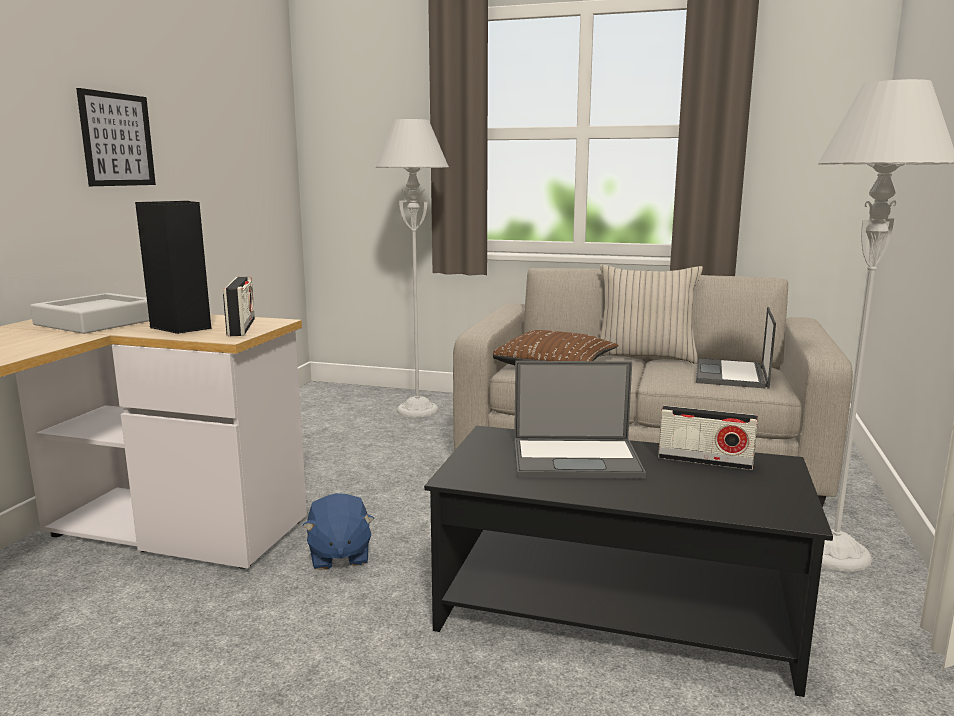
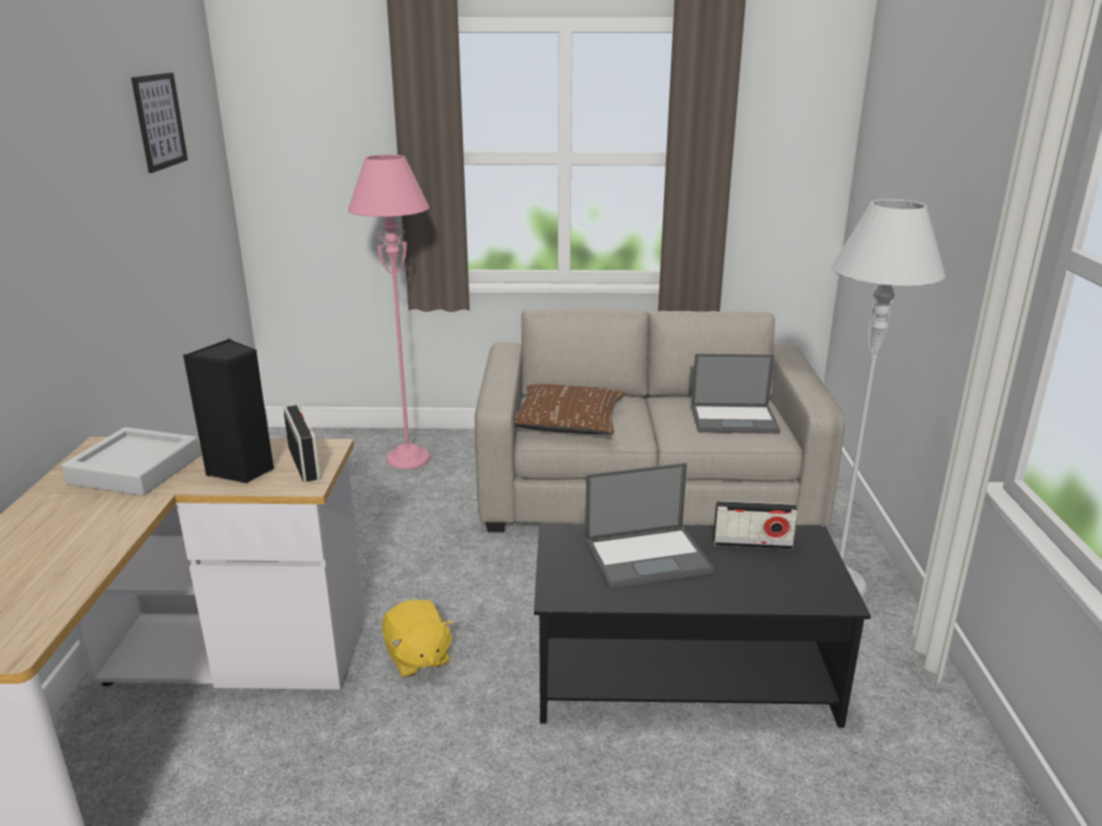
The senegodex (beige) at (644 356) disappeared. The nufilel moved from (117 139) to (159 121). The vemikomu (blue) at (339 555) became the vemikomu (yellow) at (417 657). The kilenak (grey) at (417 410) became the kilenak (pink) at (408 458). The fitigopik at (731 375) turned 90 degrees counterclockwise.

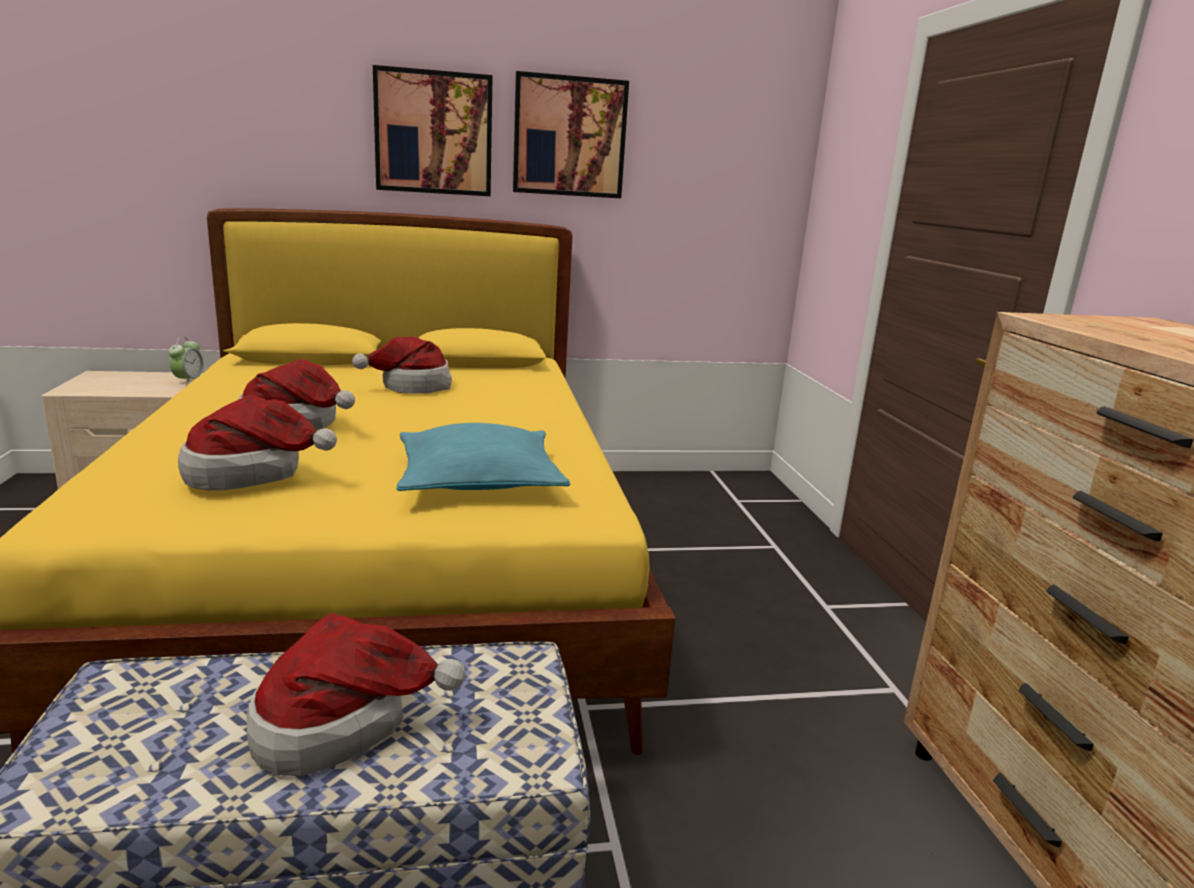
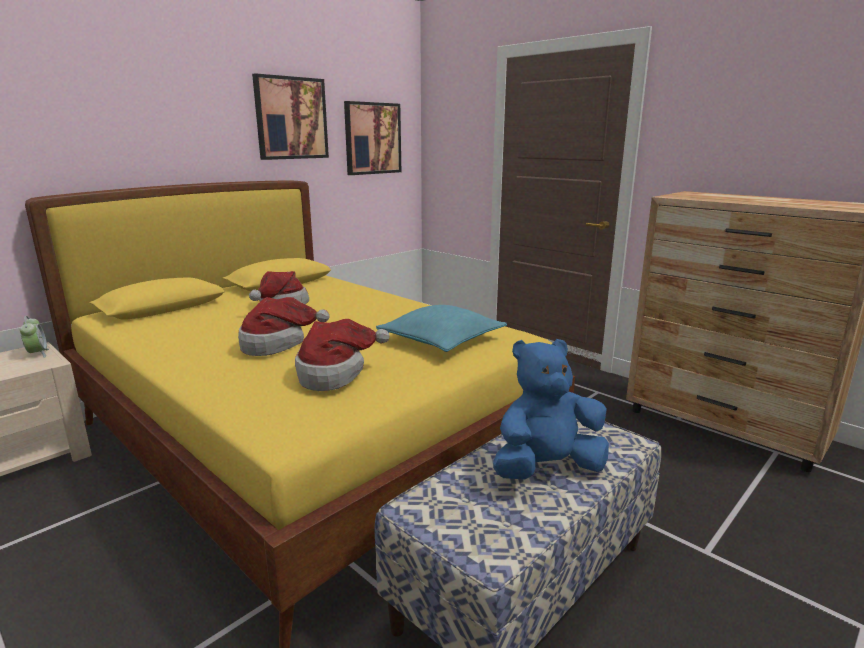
The nufilel moved from (434 133) to (372 138). The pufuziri at (342 725) was replaced by the vemikomu (blue) at (546 468).

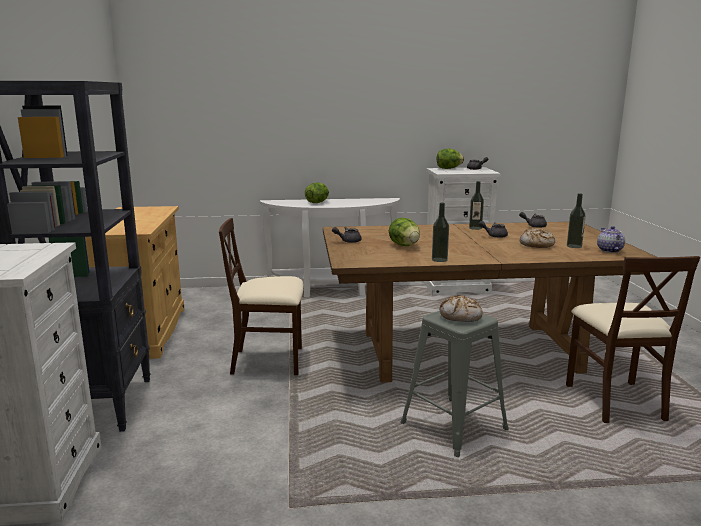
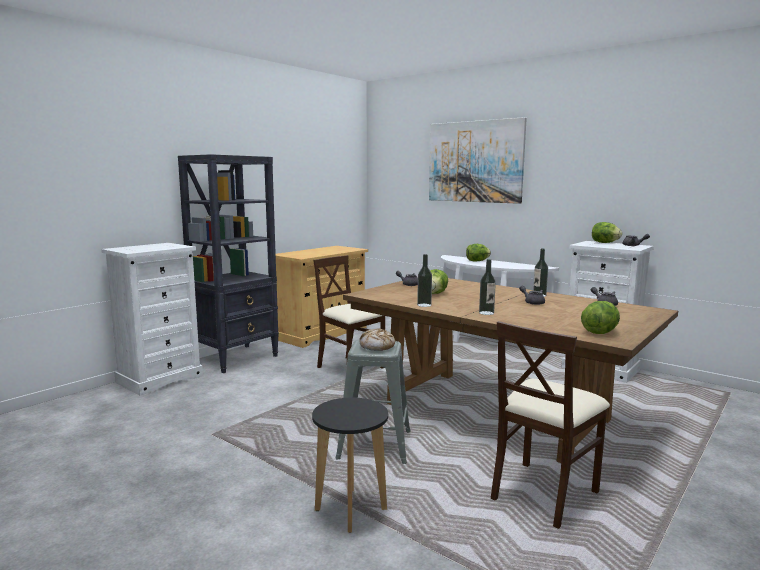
The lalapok at (536 245) disappeared. The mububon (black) at (350 510) appeared. The nufilel at (475 162) appeared. The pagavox moved from (574 246) to (486 313). The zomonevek at (608 250) was replaced by the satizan at (599 332).

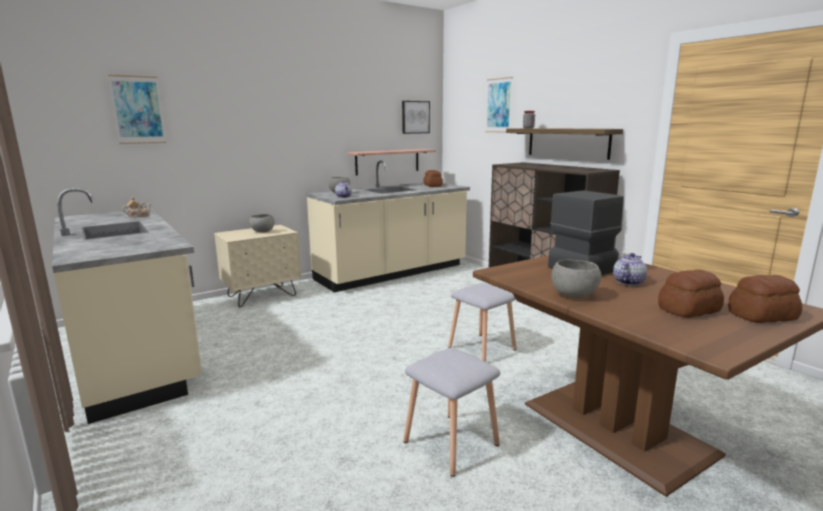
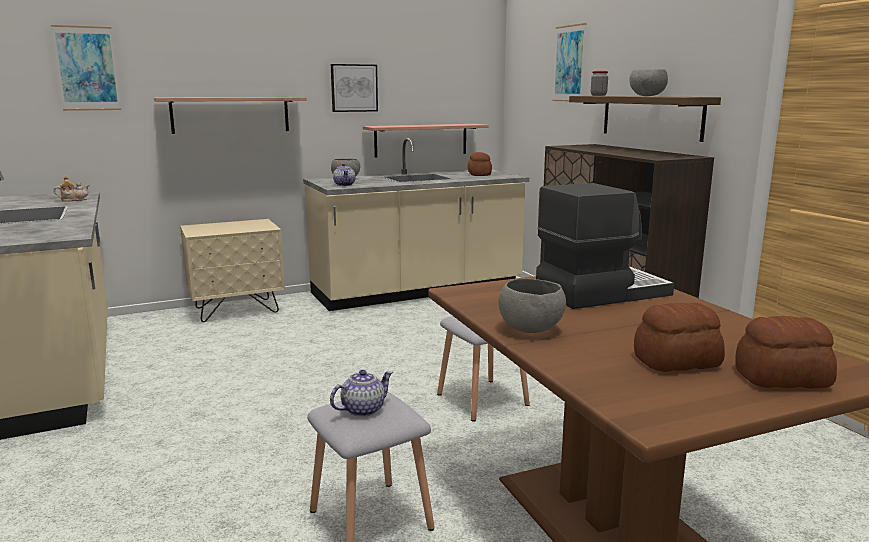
The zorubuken at (230 114) appeared. The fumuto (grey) moved from (263 232) to (647 96). The nufilel moved from (415 117) to (354 88). The zomonevek moved from (628 282) to (363 409).

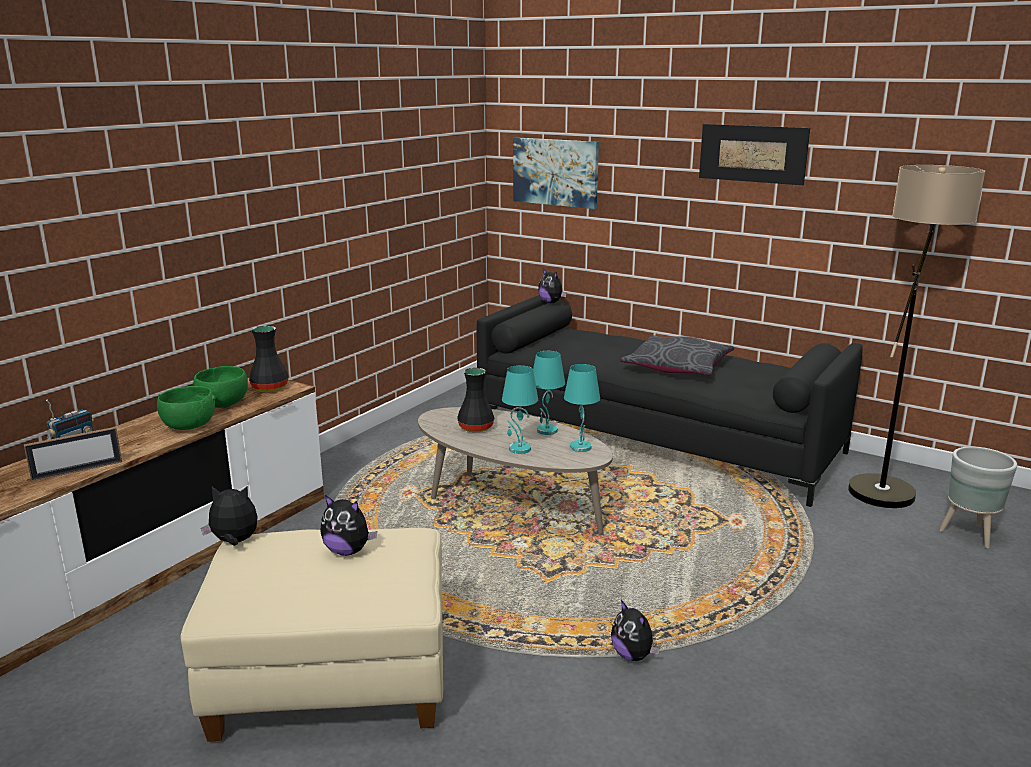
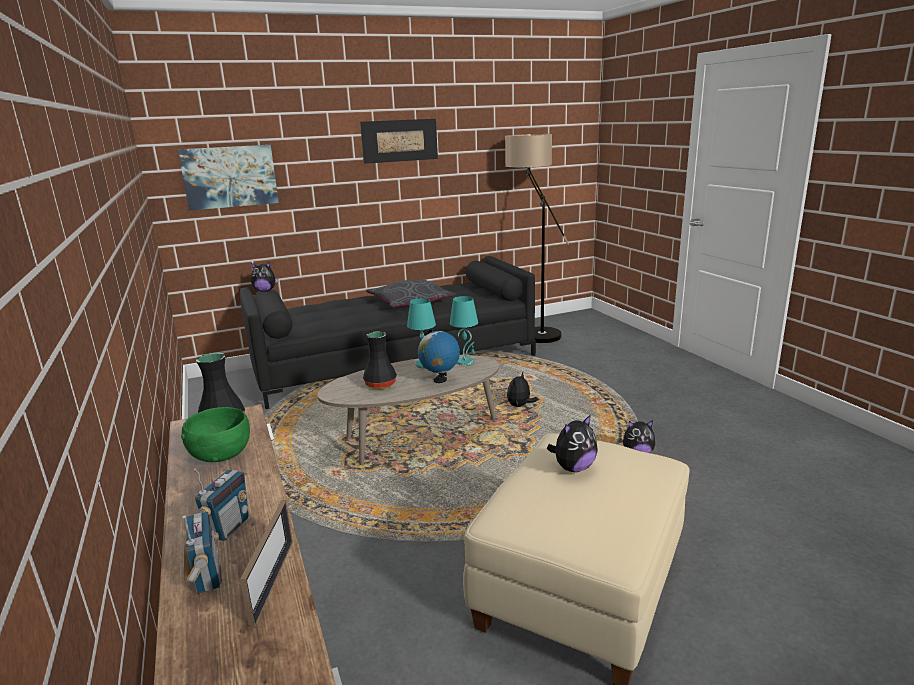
The fumuto (green) at (189 426) disappeared. The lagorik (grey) at (969 535) disappeared. The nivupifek at (228 528) appeared. The vemikomu moved from (234 542) to (520 406). The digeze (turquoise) at (519 449) was replaced by the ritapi at (440 380).

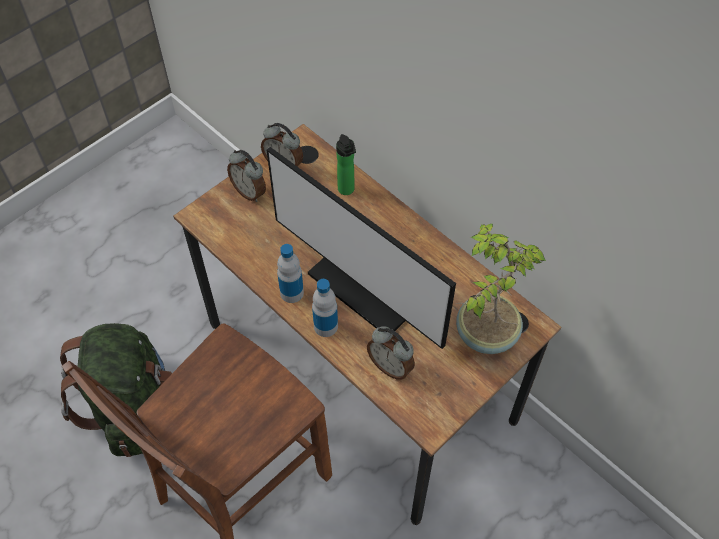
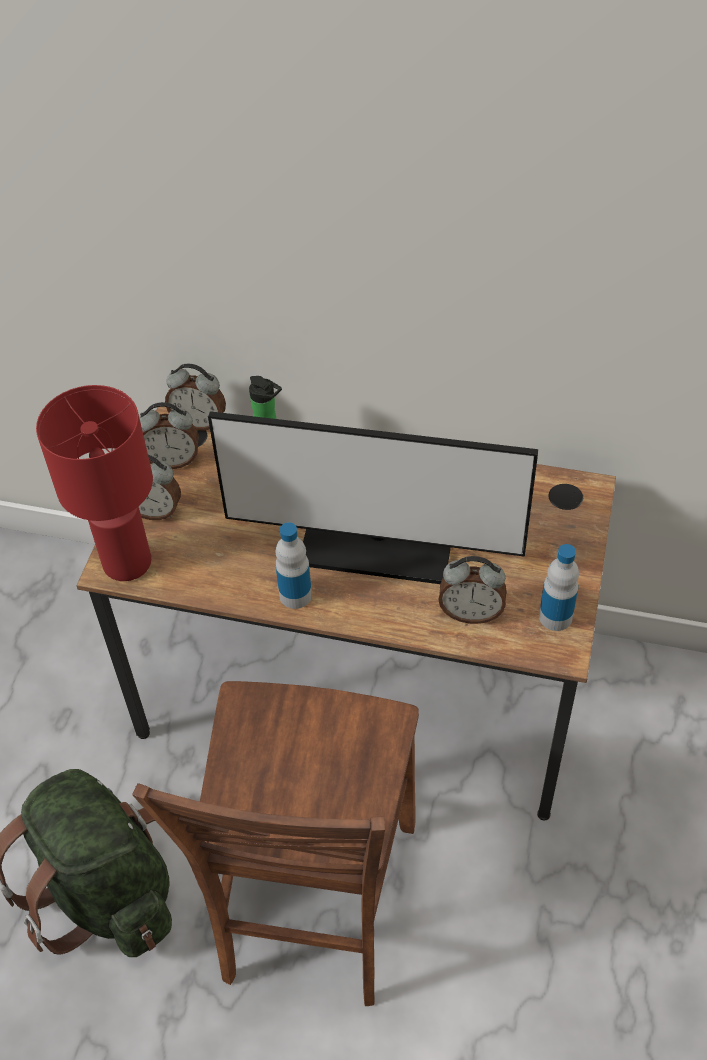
The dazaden at (484 333) disappeared. The digeze (red) at (126 564) appeared. The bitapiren at (199 422) appeared. The pagavox moved from (325 326) to (555 617).

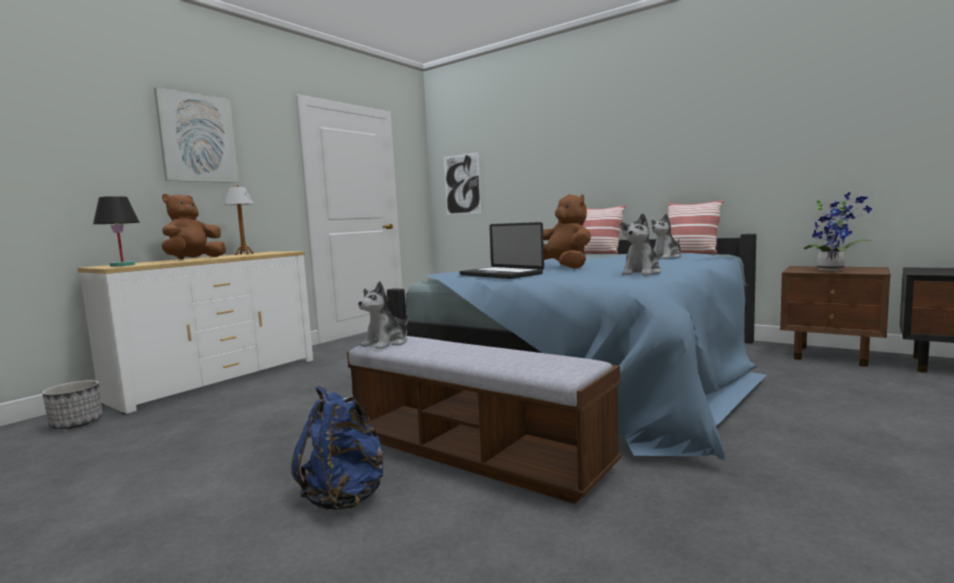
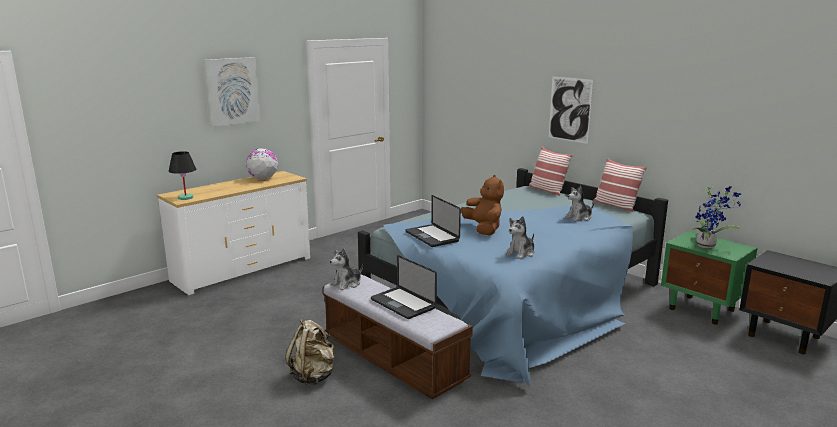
The lagorik at (76 423) disappeared. The vemikomu (brown) at (193 259) disappeared. The fitigopik at (402 304) appeared. The nufilel moved from (462 184) to (570 109). The digeze at (244 254) was replaced by the ritapi at (263 178). The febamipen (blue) at (346 497) became the febamipen (beige) at (313 376). The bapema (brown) at (832 356) became the bapema (green) at (702 310).

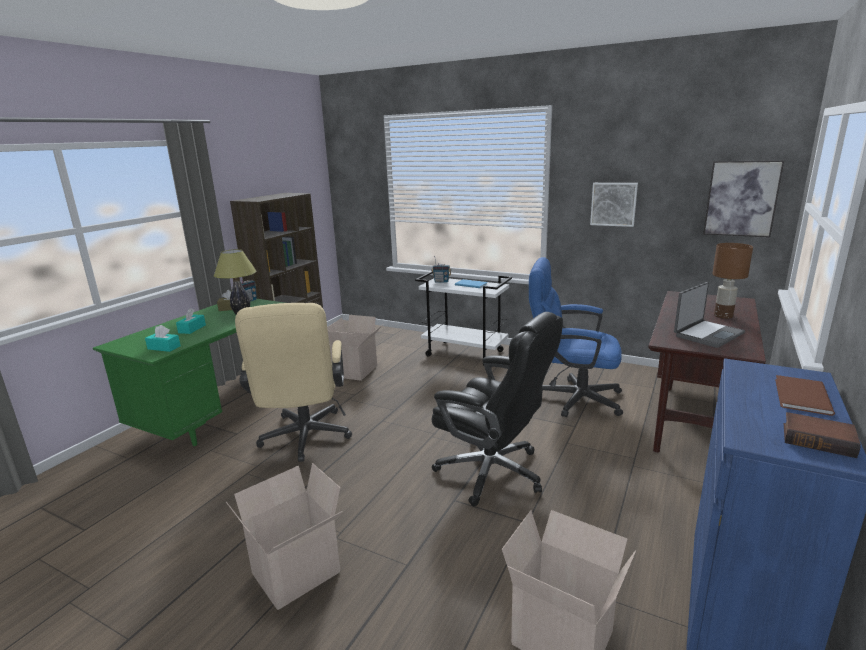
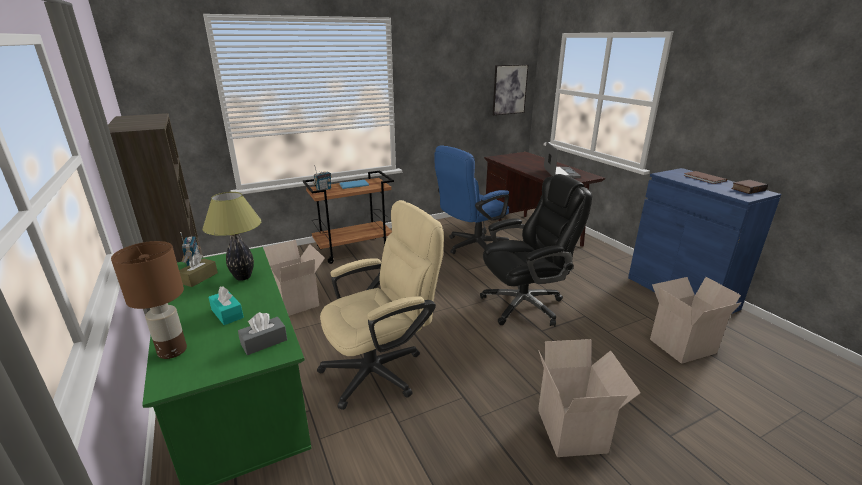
The nufilel at (613 204) disappeared. The digeze (brown) moved from (723 316) to (173 351). The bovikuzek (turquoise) at (164 347) became the bovikuzek (grey) at (264 342). The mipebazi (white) at (465 353) became the mipebazi (brown) at (354 249). The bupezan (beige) at (304 440) turned 60 degrees counterclockwise.

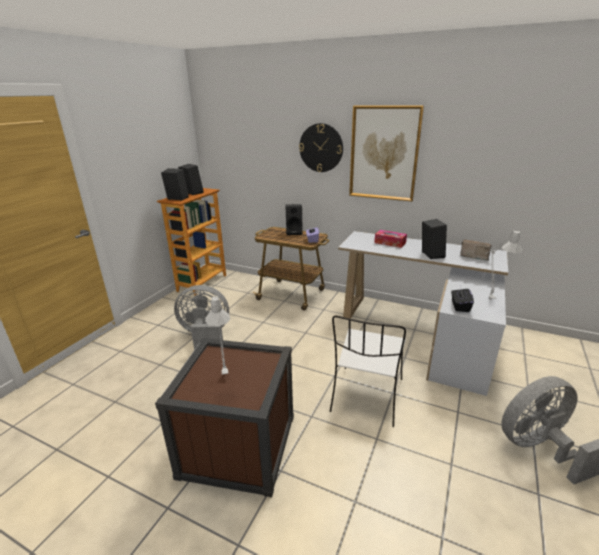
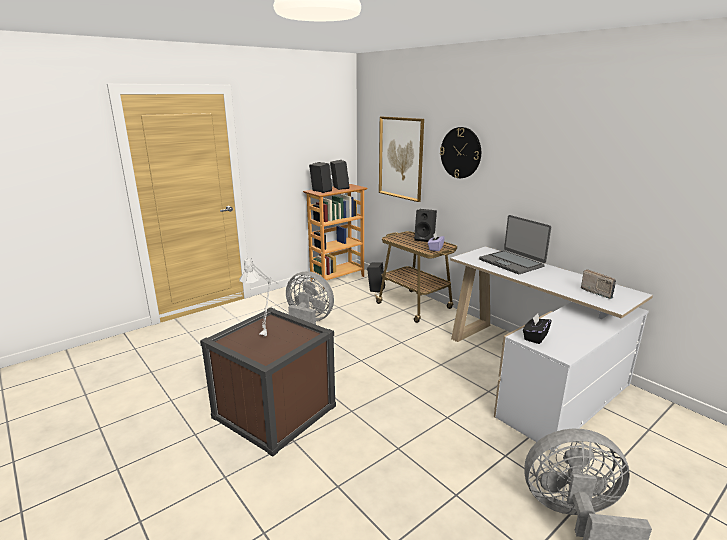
The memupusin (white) at (367 397) disappeared. The digeze (grey) at (488 298) disappeared. The nufilel moved from (384 153) to (401 158). The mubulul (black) moved from (430 255) to (375 289). The bovikuzek at (390 243) was replaced by the fitigopik at (511 263).

